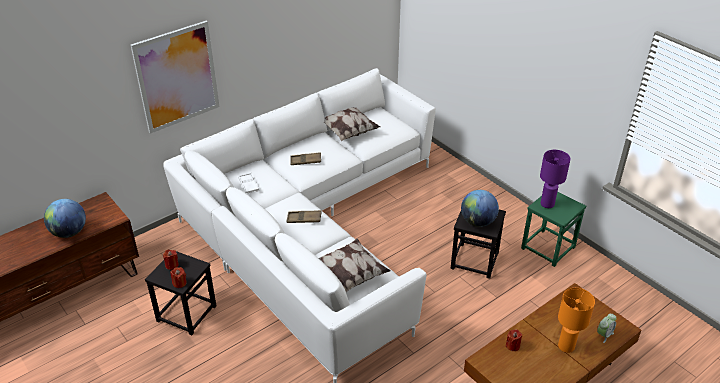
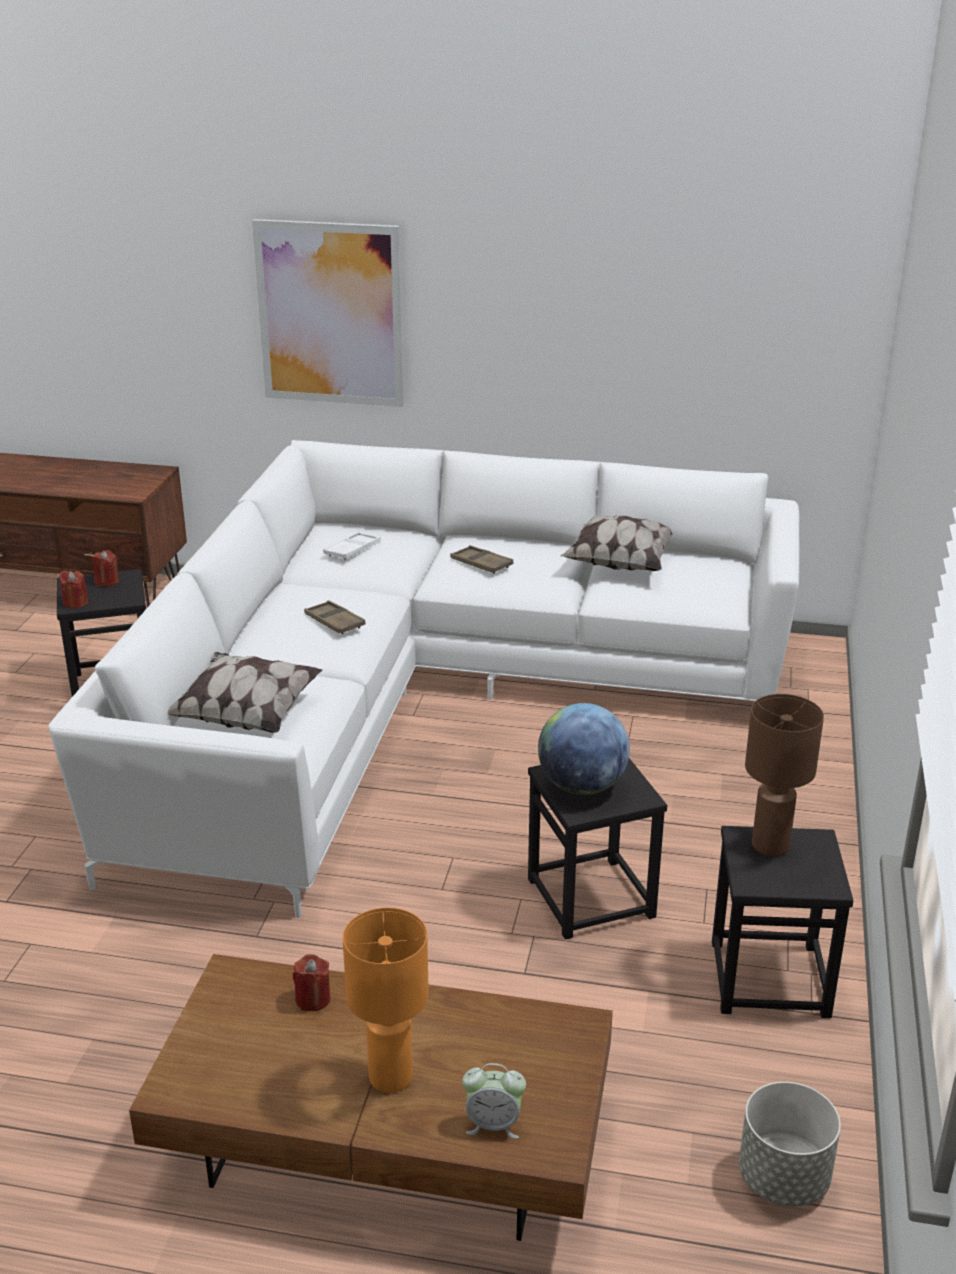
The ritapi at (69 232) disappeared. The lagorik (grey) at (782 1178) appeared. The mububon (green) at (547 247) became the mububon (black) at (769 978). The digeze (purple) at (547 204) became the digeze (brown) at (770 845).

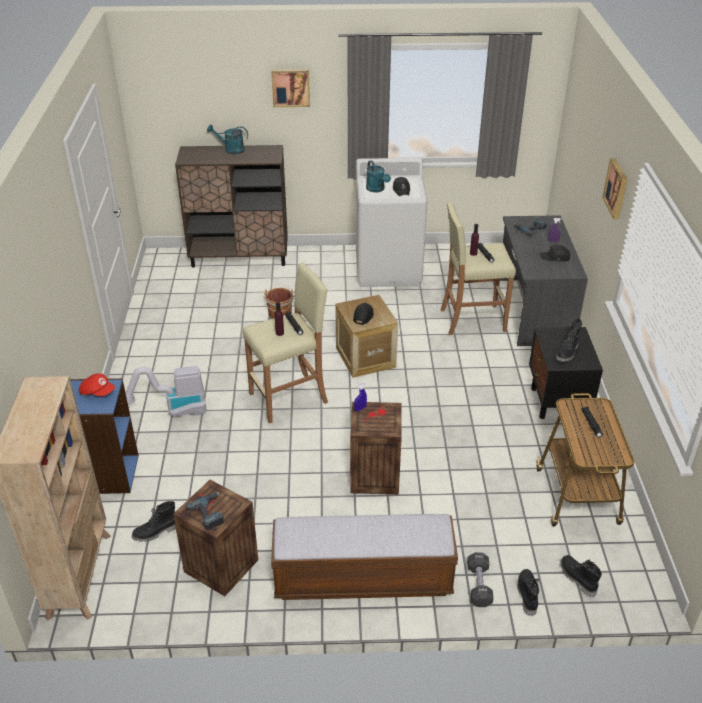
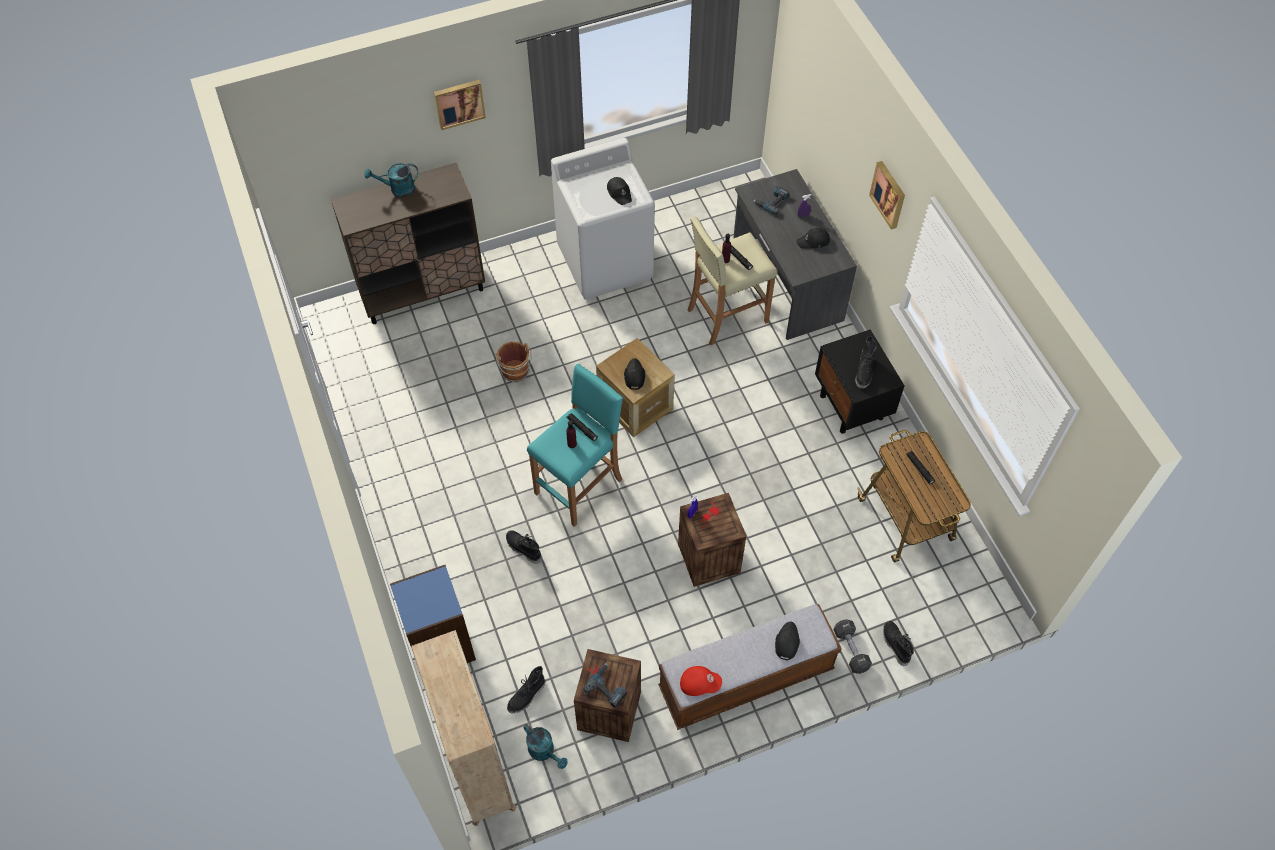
The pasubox at (173 411) disappeared. The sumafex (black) at (786 642) appeared. The sumafex (red) moved from (98 392) to (699 684). The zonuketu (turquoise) moved from (377 189) to (544 752). The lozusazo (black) moved from (577 579) to (523 549). The mububon (beige) at (289 398) became the mububon (turquoise) at (579 486).

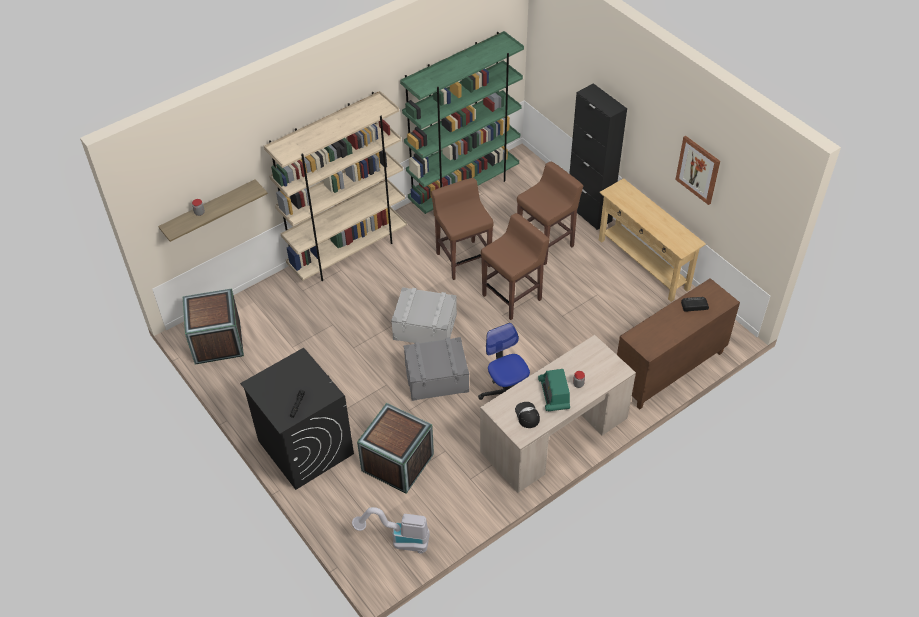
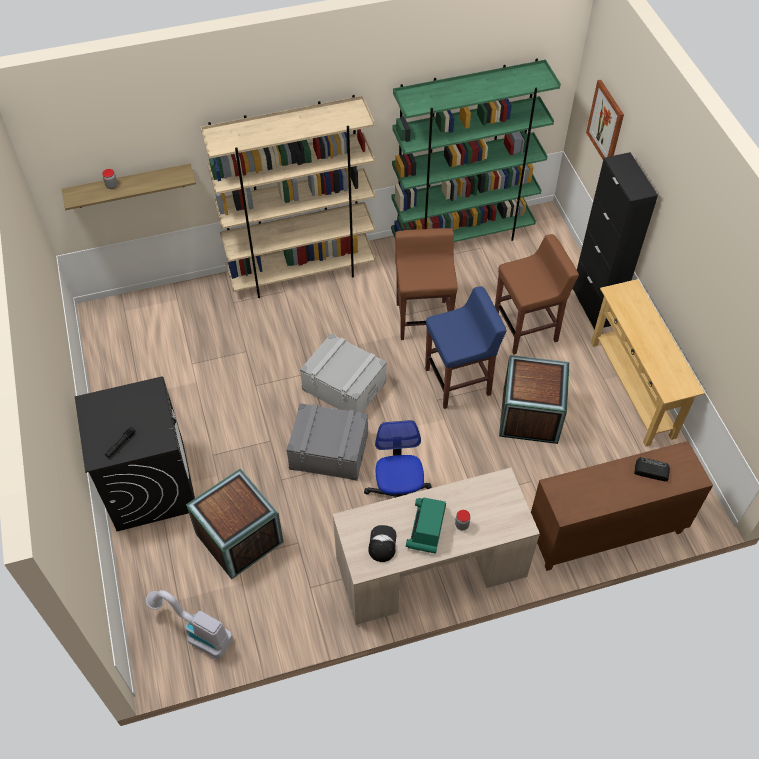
The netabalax moved from (217 341) to (530 415). The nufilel moved from (698 169) to (606 123). The mububon (brown) at (513 297) became the mububon (blue) at (459 381).

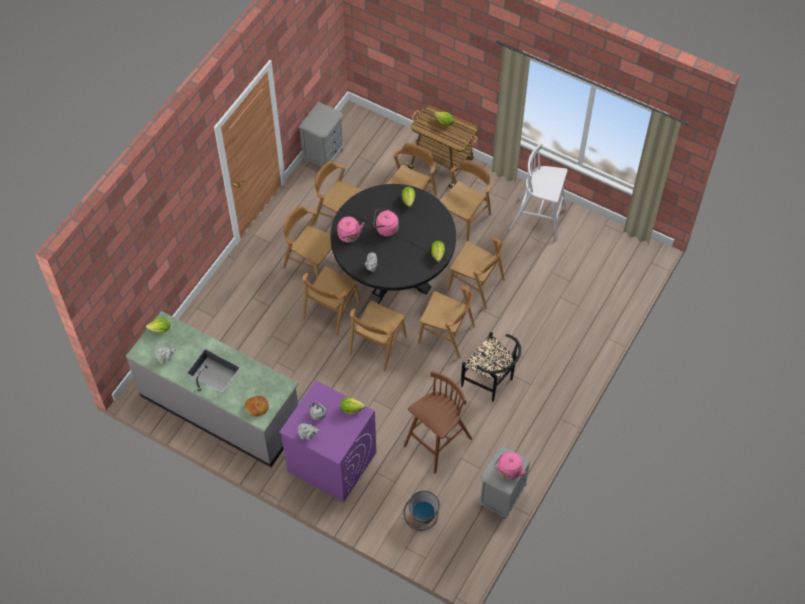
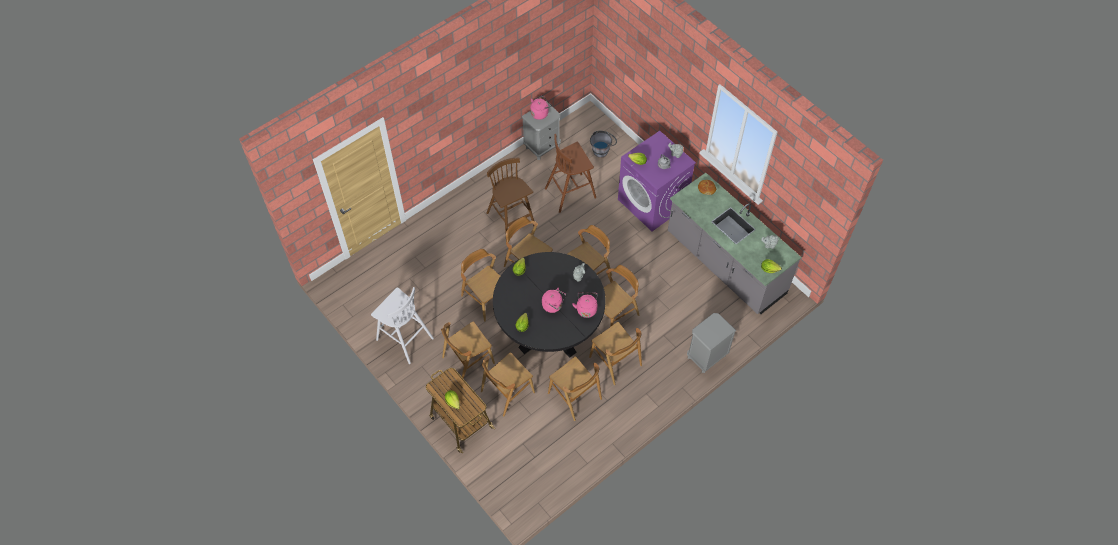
The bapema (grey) moved from (323 155) to (706 356). The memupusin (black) at (491 382) was replaced by the mububon (brown) at (511 221).

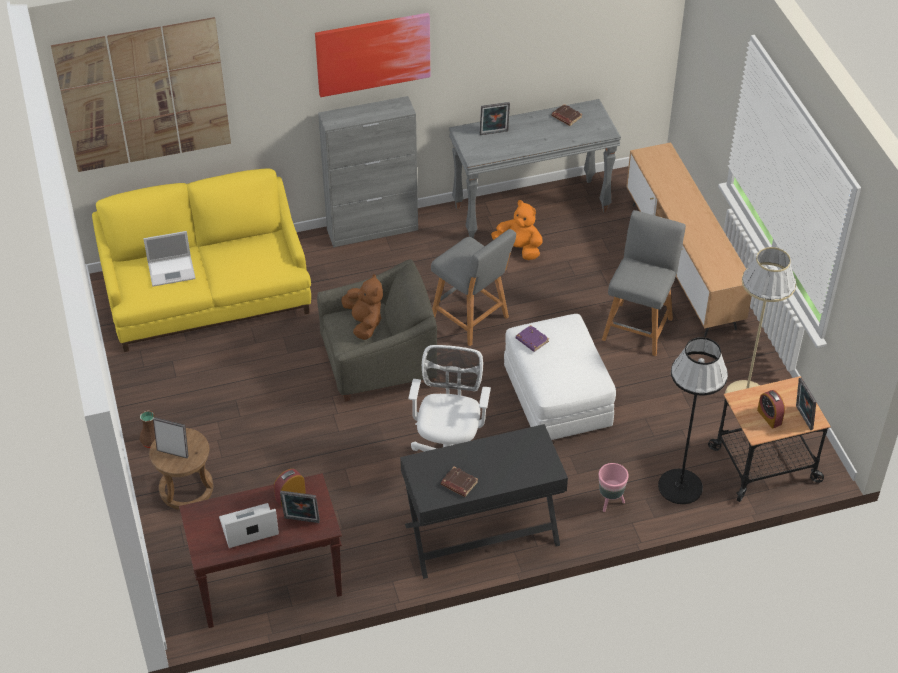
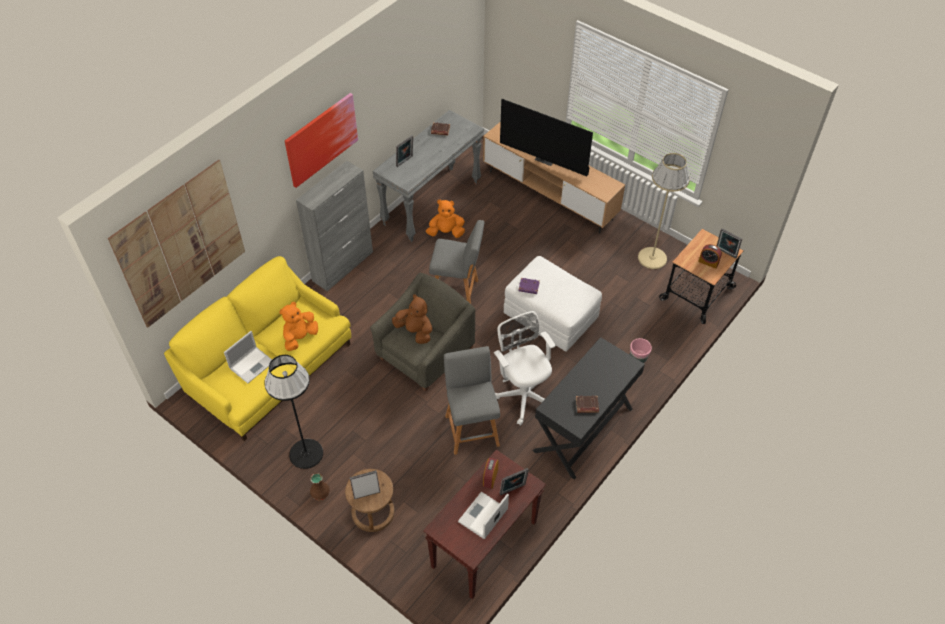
The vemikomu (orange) at (300 337) appeared. The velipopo at (545 159) appeared. The mububon (grey) moved from (638 326) to (471 428). The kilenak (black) moved from (680 486) to (306 453).

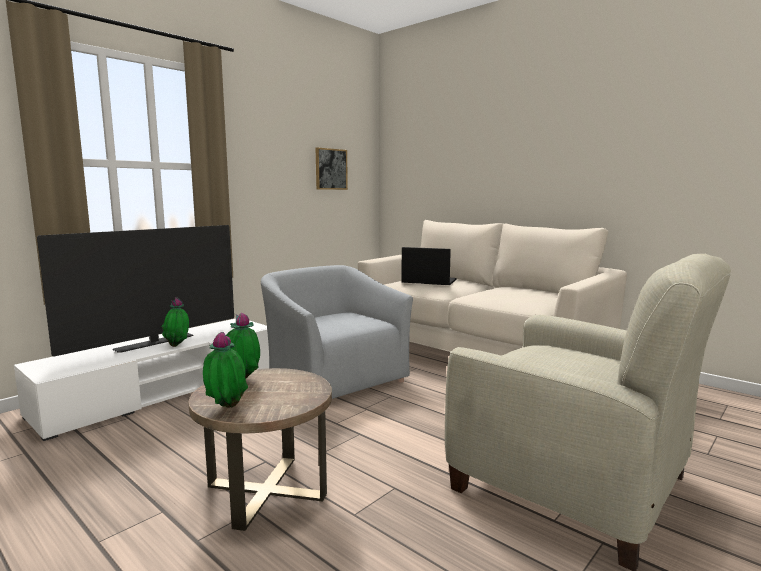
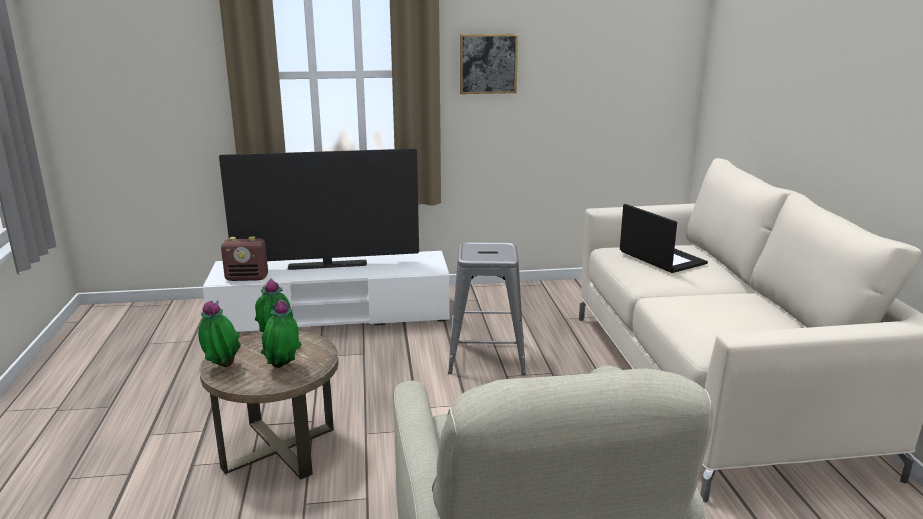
The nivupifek at (247 278) appeared. The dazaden moved from (178 346) to (283 367). The nufilel moved from (331 169) to (488 63). The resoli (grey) at (334 380) was replaced by the mububon (grey) at (486 356).

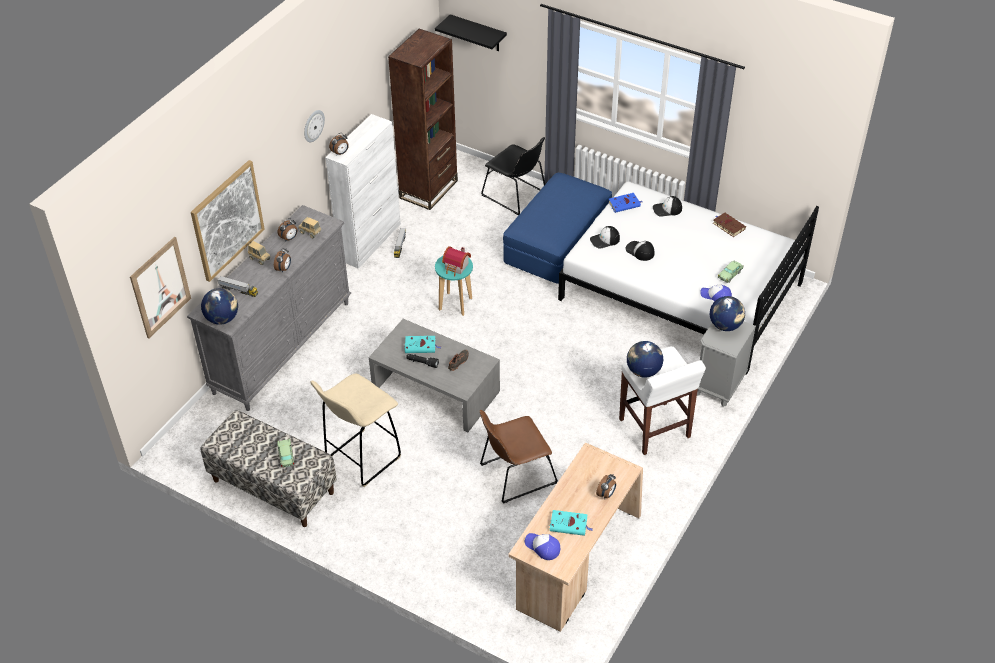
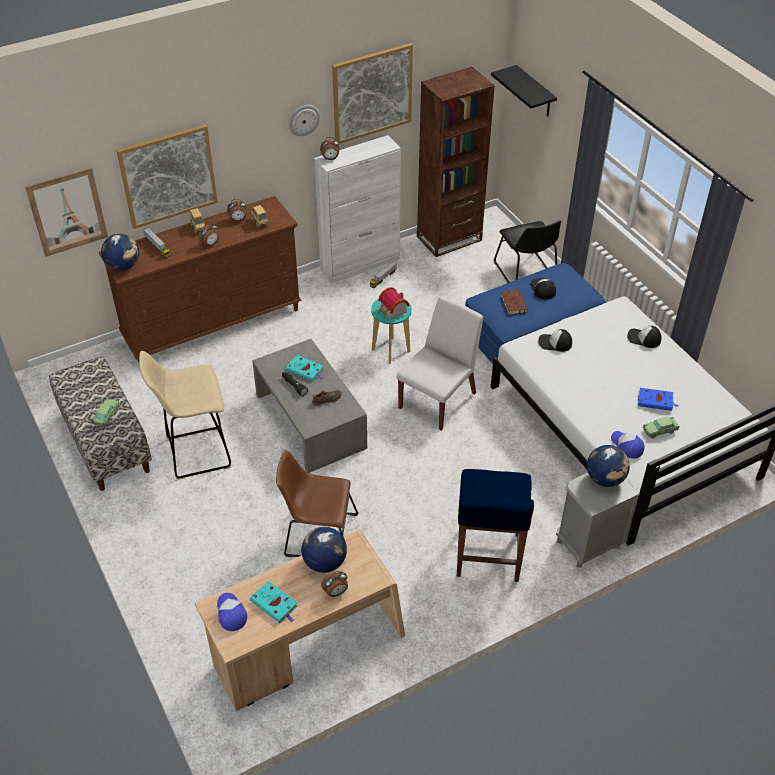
The nufilel at (372 93) appeared. The memupusin (white) at (438 400) appeared. The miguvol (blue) moved from (625 204) to (656 401). The sumafex moved from (639 251) to (542 289). The ritapi moved from (643 371) to (324 562). The miguvol (brown) moved from (728 226) to (513 303). The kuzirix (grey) at (283 346) became the kuzirix (brown) at (213 324). The mububon (white) at (655 429) became the mububon (blue) at (488 556).

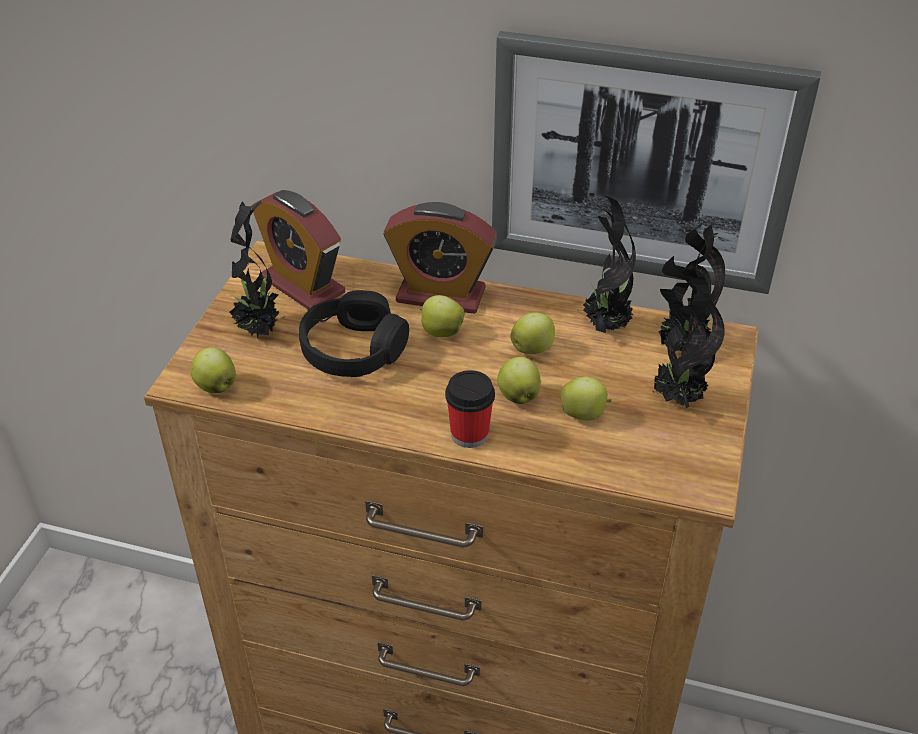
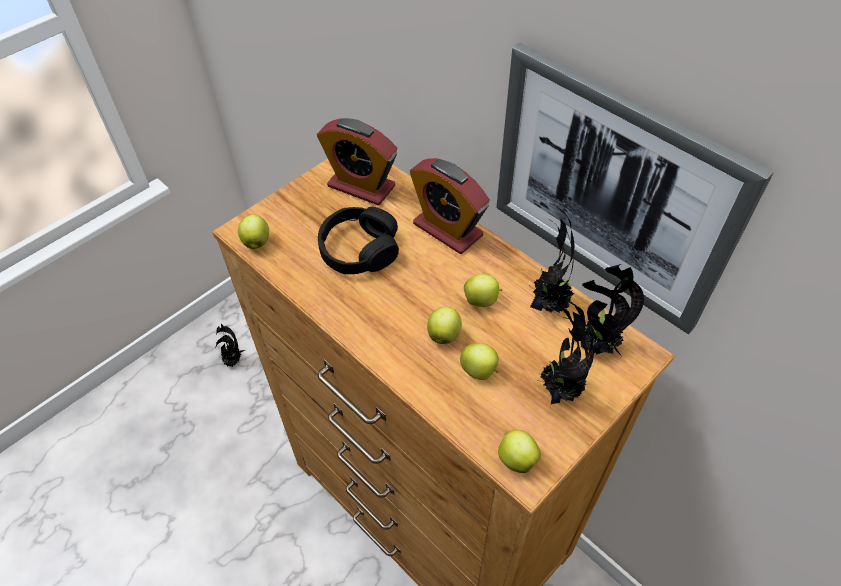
The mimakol at (469 434) disappeared. The dazaden moved from (259 330) to (233 361). The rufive moved from (441 332) to (516 459). The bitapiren at (303 285) turned 45 degrees counterclockwise.

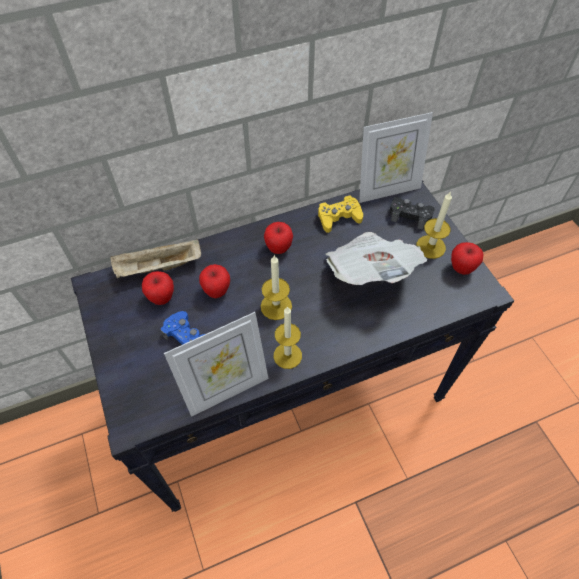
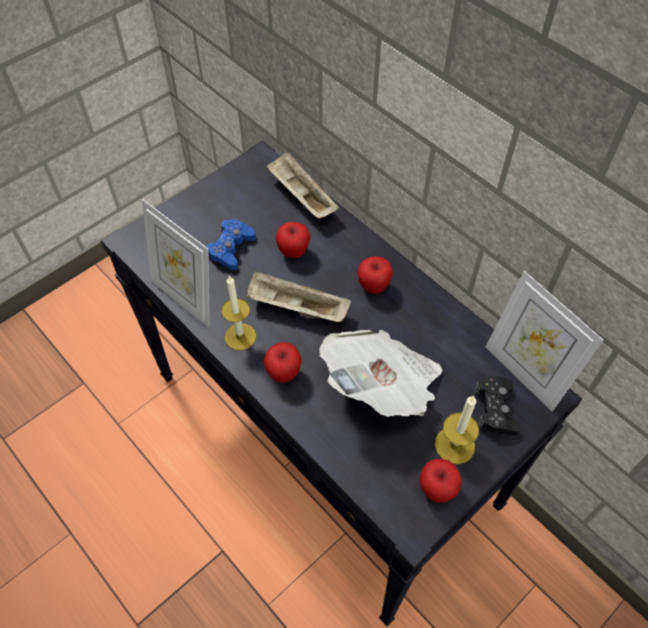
The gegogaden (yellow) at (339 217) disappeared. The rufive moved from (162 298) to (284 373). The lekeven at (276 306) was replaced by the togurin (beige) at (296 308).

